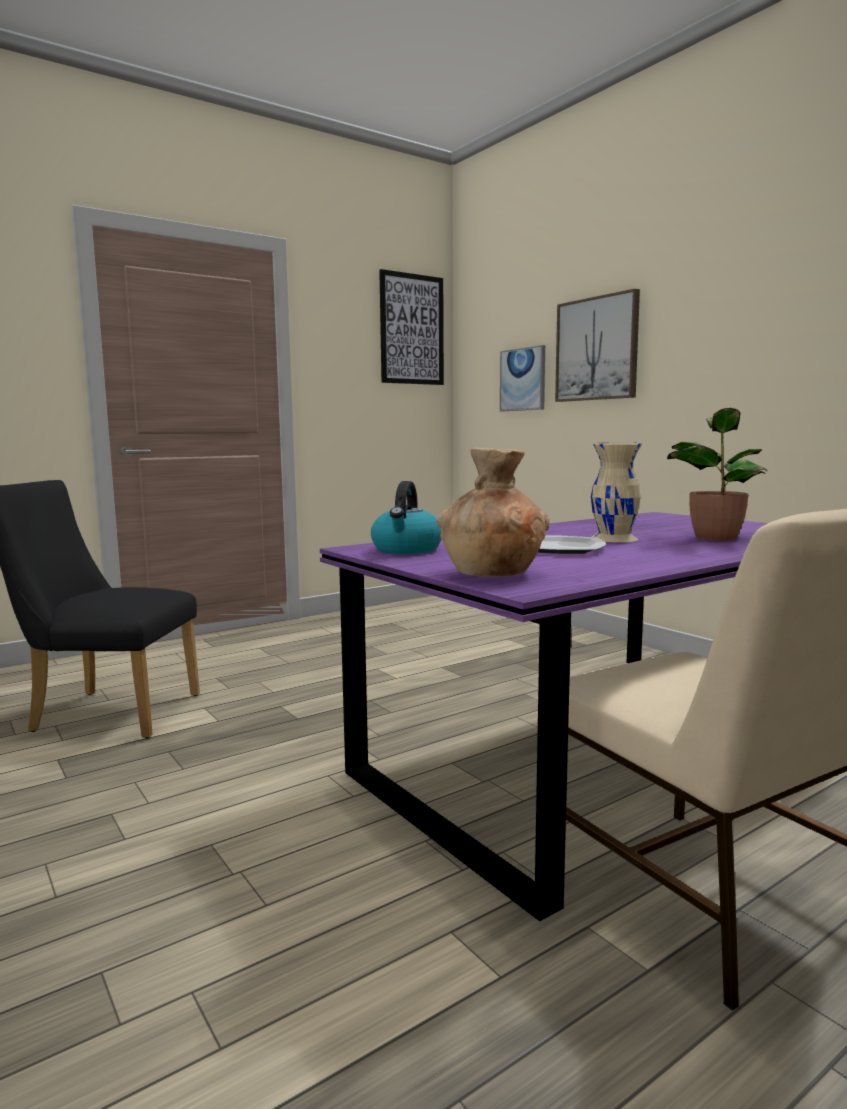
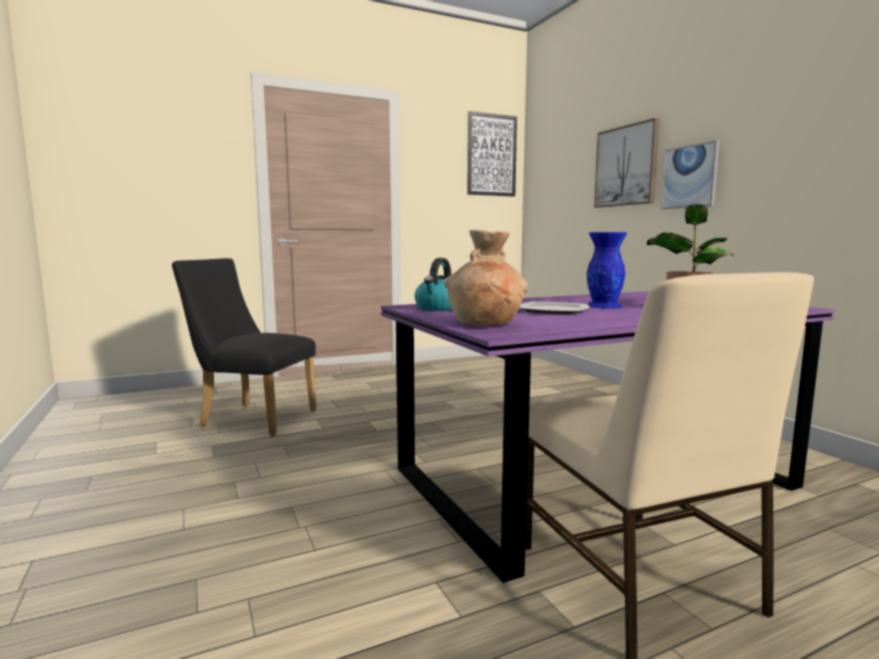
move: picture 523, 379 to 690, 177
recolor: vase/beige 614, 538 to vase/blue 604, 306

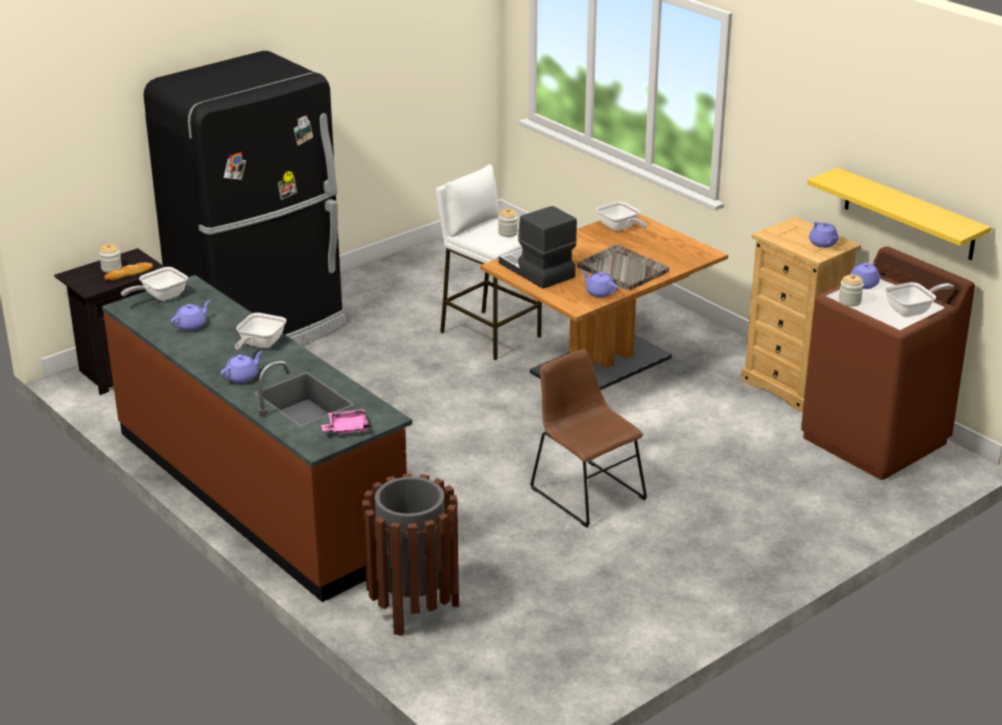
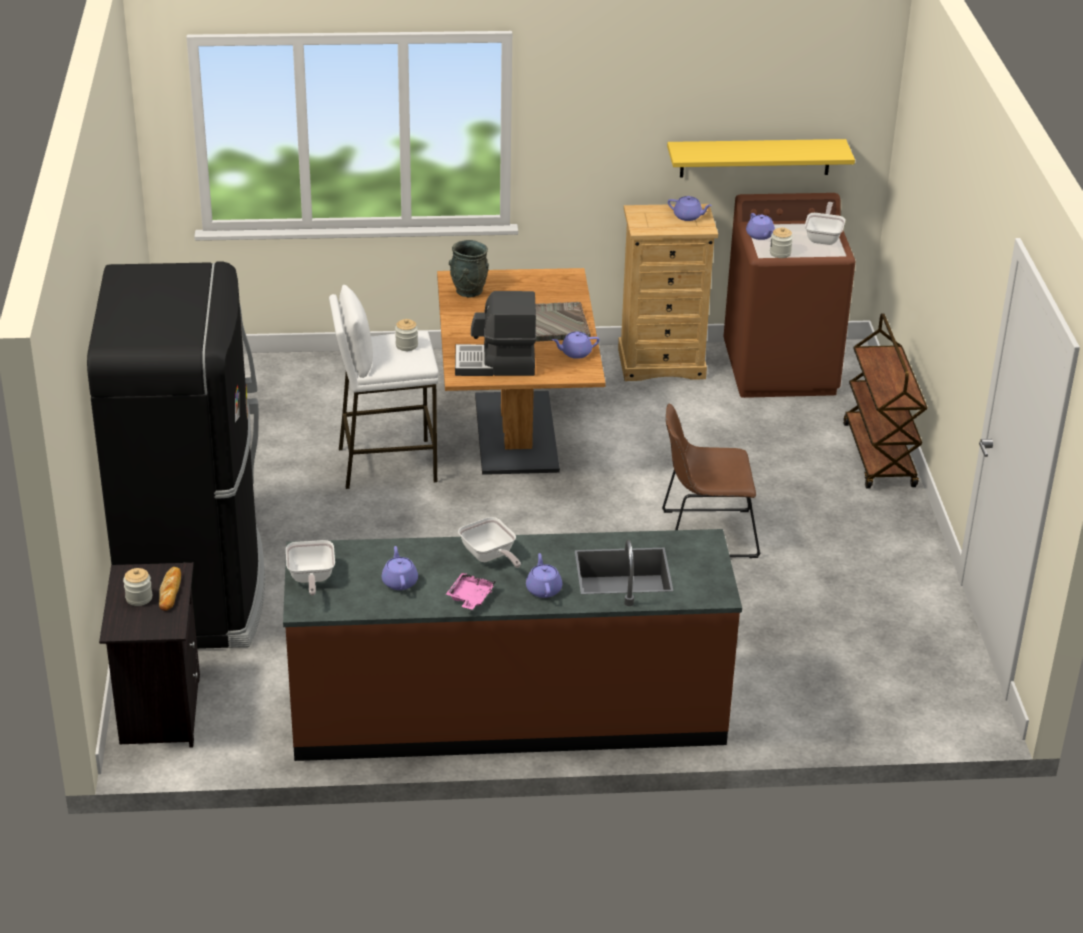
delete: trash can/brown 412, 607
insert: cart/brown 879, 456
move: tray/pink 347, 428 to 470, 597
replace: frying pan 620, 228 to vase/grey 468, 291

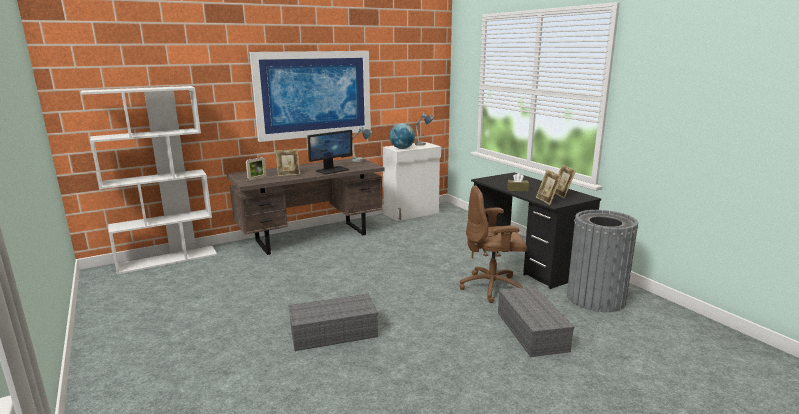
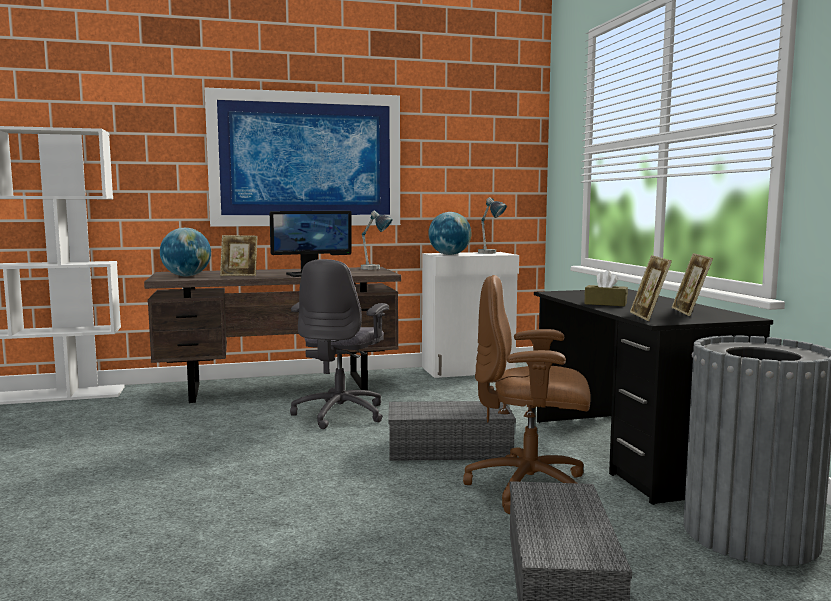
insert: office chair/grey 341, 414
move: storage box/grey 335, 332 to 451, 448
replace: picture frame 257, 178 to globe 186, 276

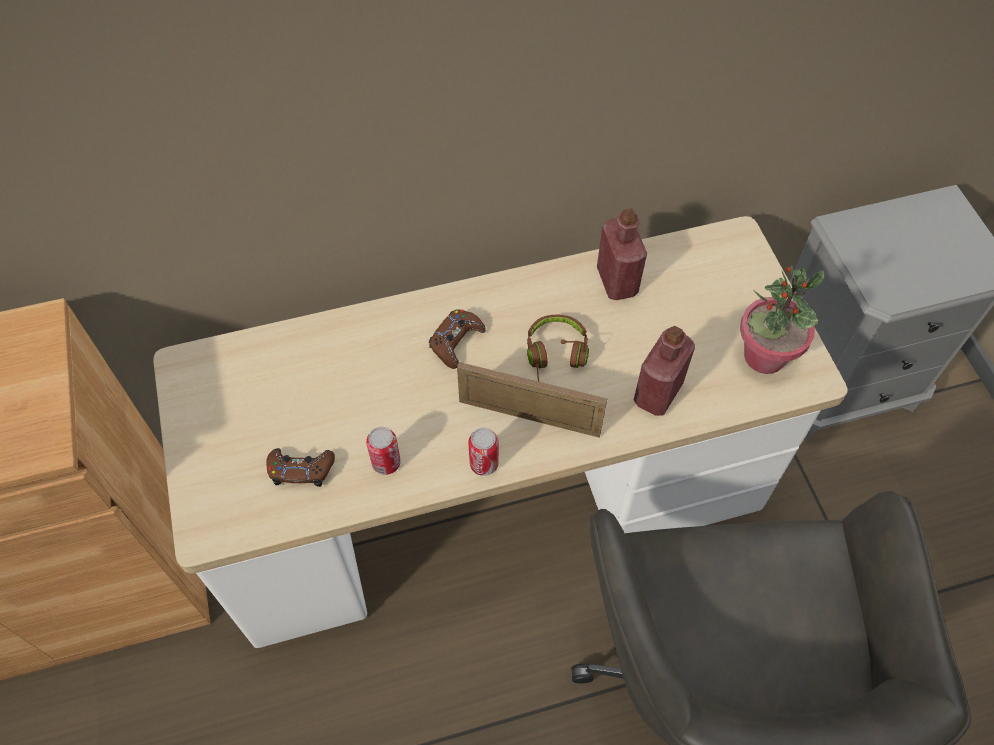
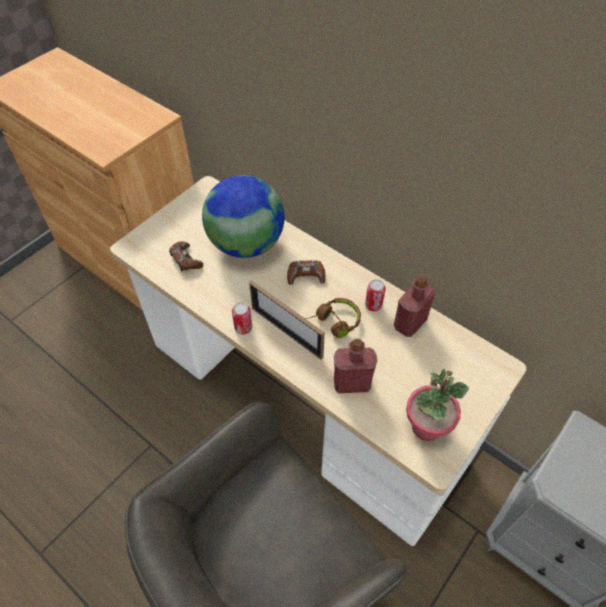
insert: globe 246, 244
move: can 386, 463 to 373, 305
rotate: picture frame 529, 417 = 286, 332 150 degrees clockwise

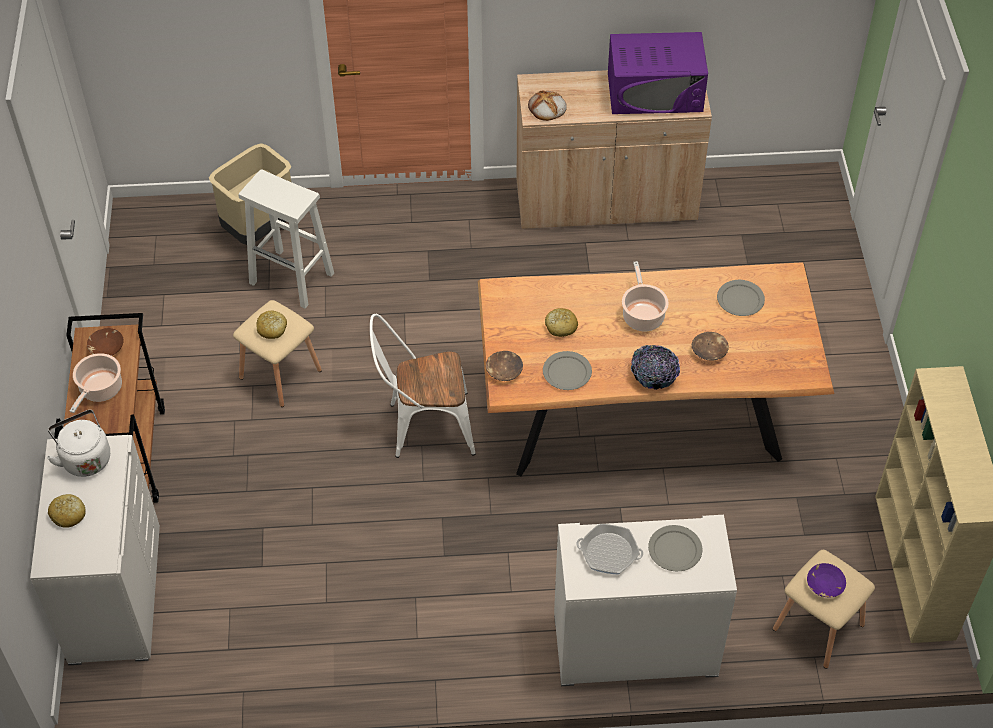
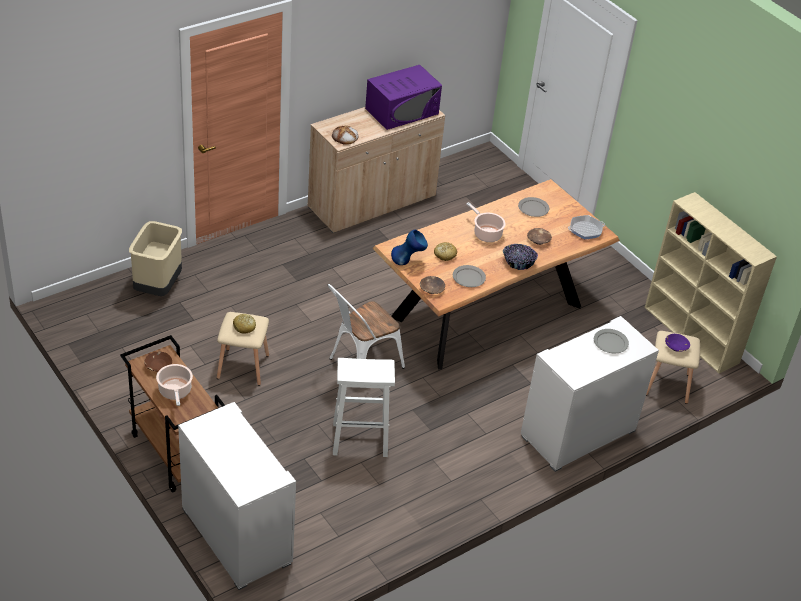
delete: kettle/white 85, 458; bread 68, 515
insert: vase/blue 408, 262
move: stool/white 293, 279 to 361, 439; frying pan 609, 553 to 585, 230

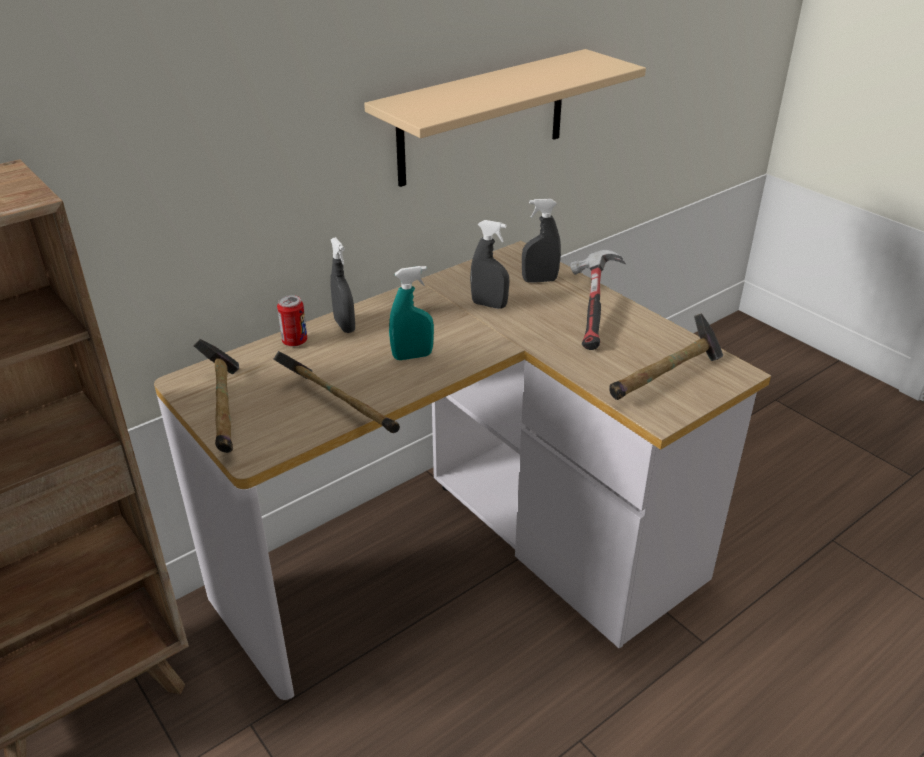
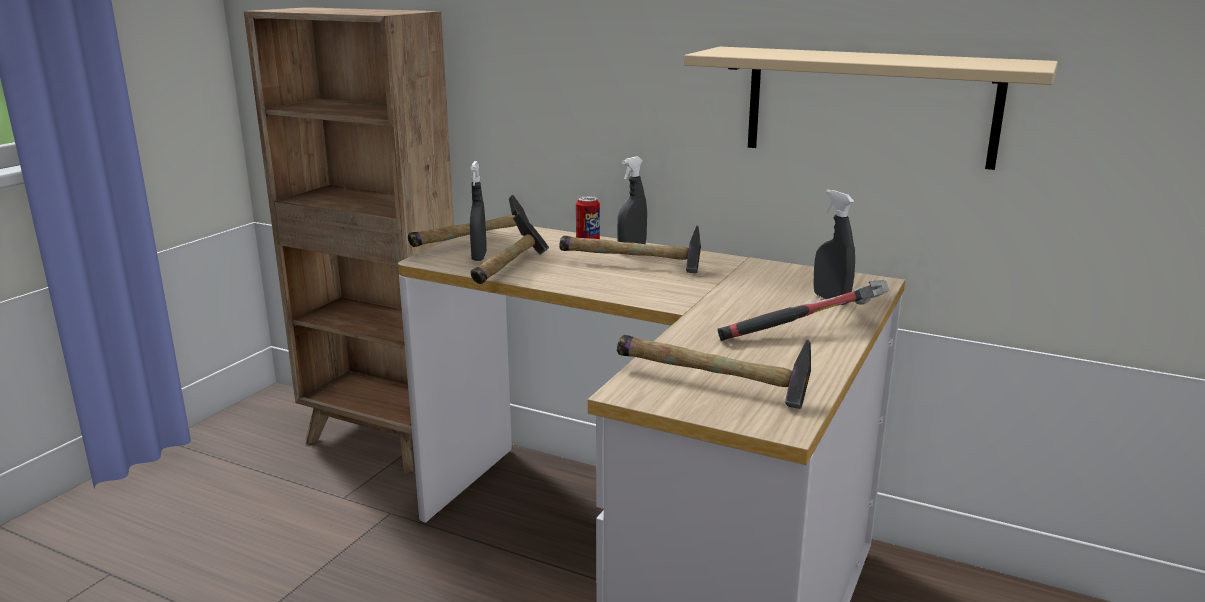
delete: spray bottle/turquoise 412, 356
insert: hammer 633, 265
move: spray bottle/grey 489, 305 to 479, 257

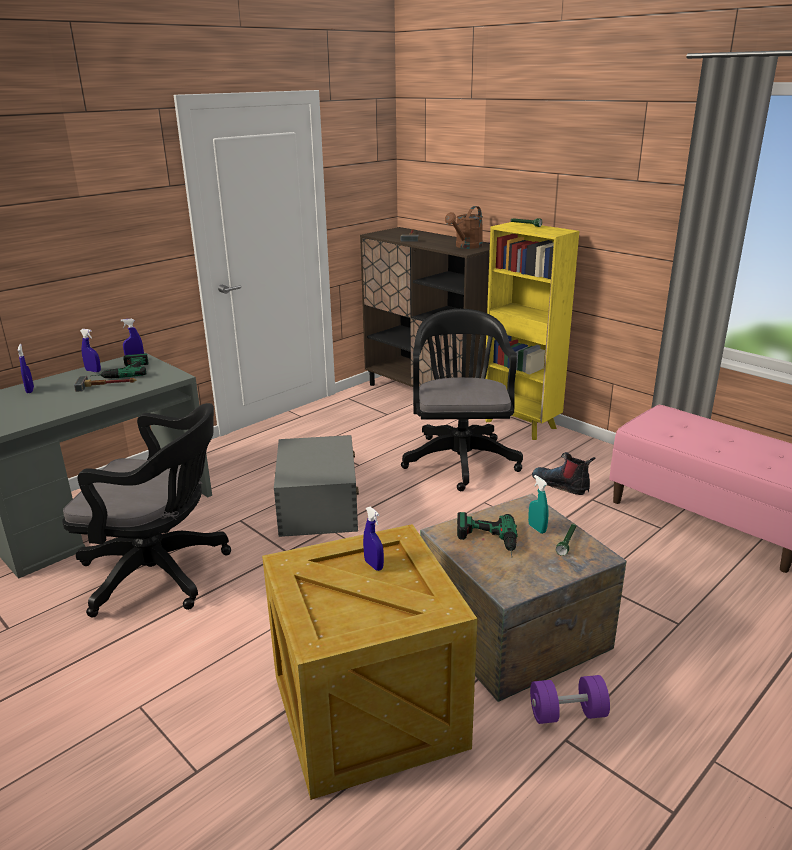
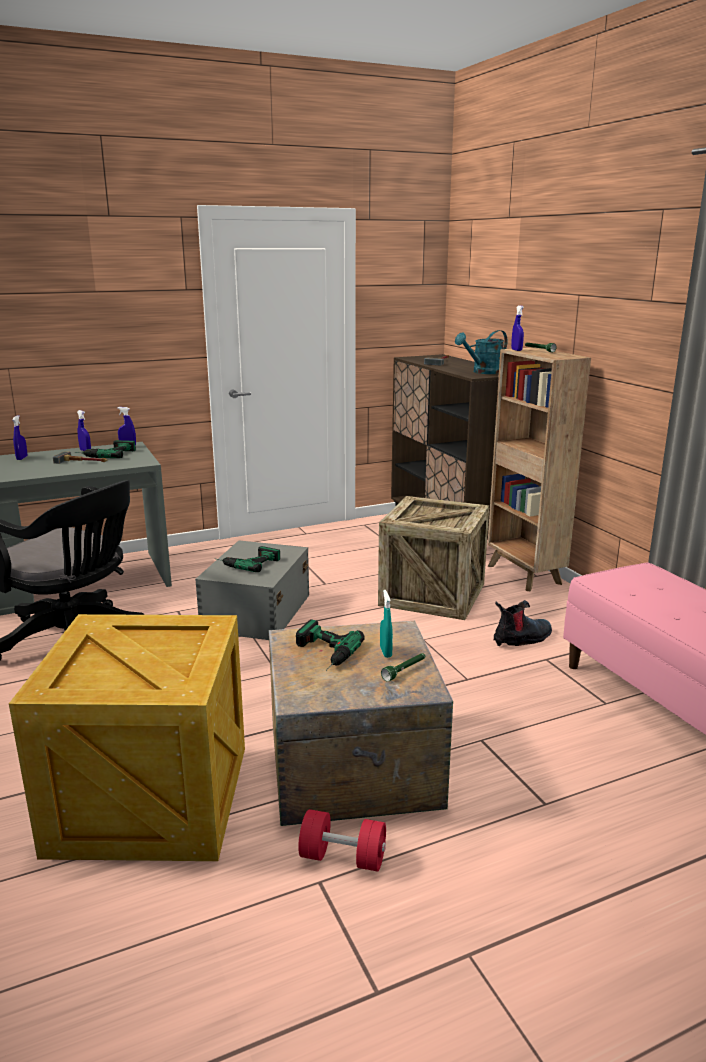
insert: power drill 246, 562
move: spray bottle/blue 373, 565 to 516, 350
replace: office chair/black 460, 458 to crate 432, 594
recolor: watering can/brown 466, 246 to watering can/turquoise 483, 372; bookcase/yellow 521, 425 to bookcase/brown 524, 575; dumbbell/purple 567, 713 to dumbbell/red 342, 857
rotate: boot 561, 485 = 522, 639 90 degrees clockwise

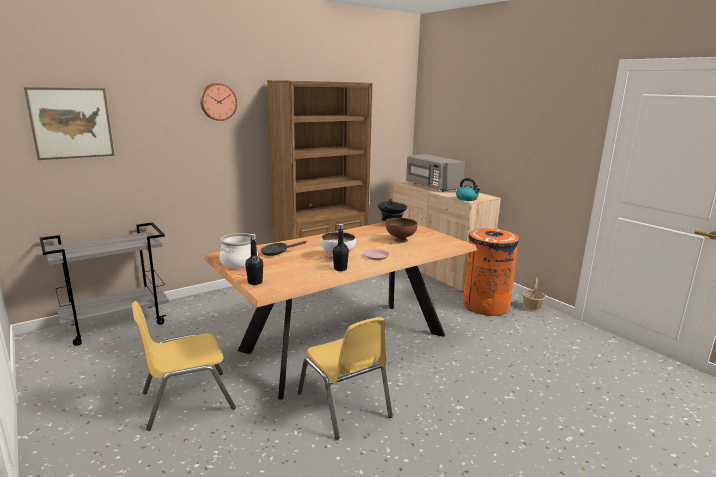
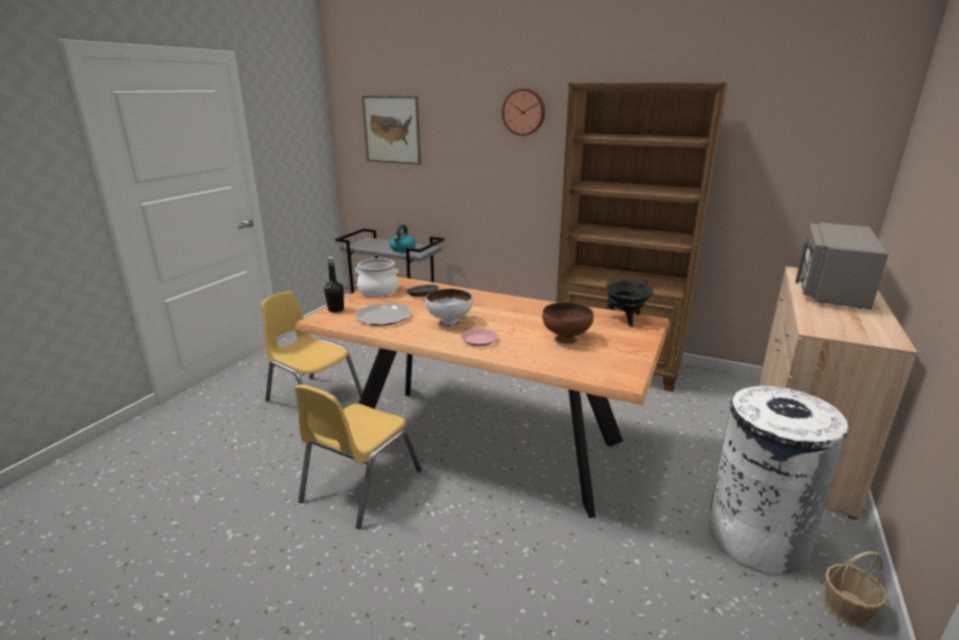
delete: bottle/black 340, 269
insert: plate 383, 317
move: kettle 467, 199 to 402, 249
recolor: trash can/orange 485, 305 to trash can/white 756, 537

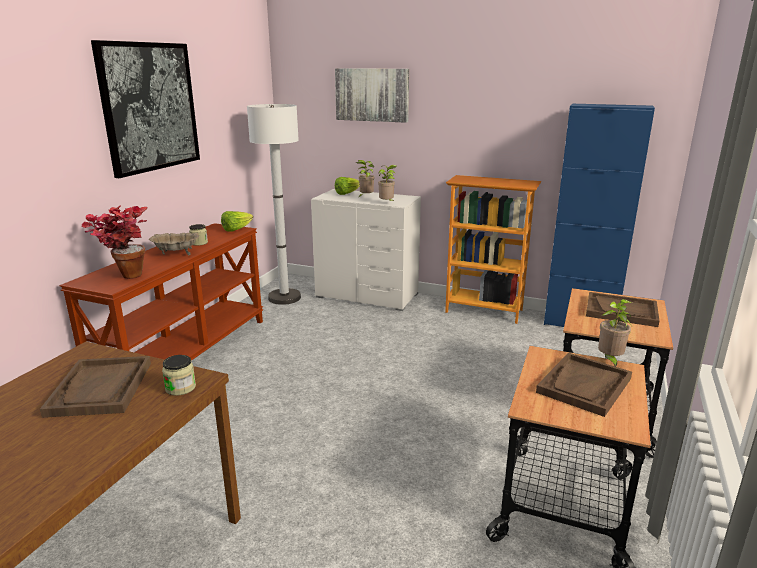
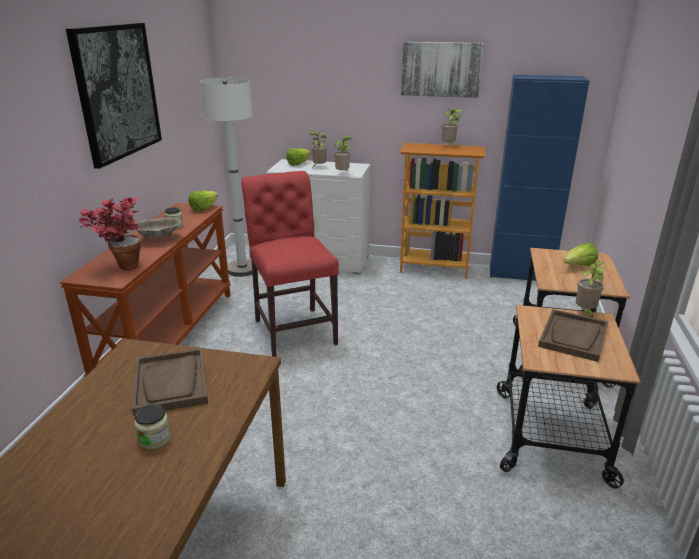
insert: potted plant 449, 146; chair/red 294, 329
move: picture 372, 95 to 441, 69; jar 180, 388 to 154, 439
replace: tray/brown 621, 311 to lettuce 578, 266

